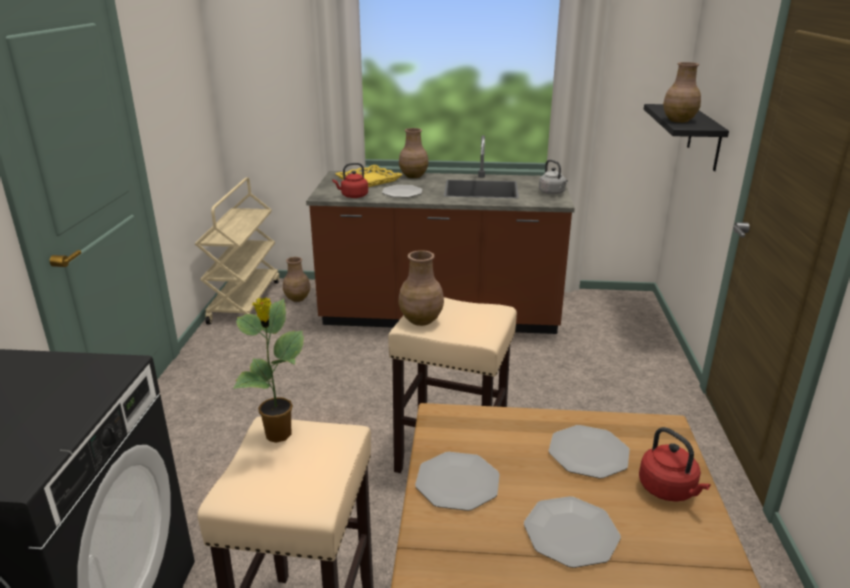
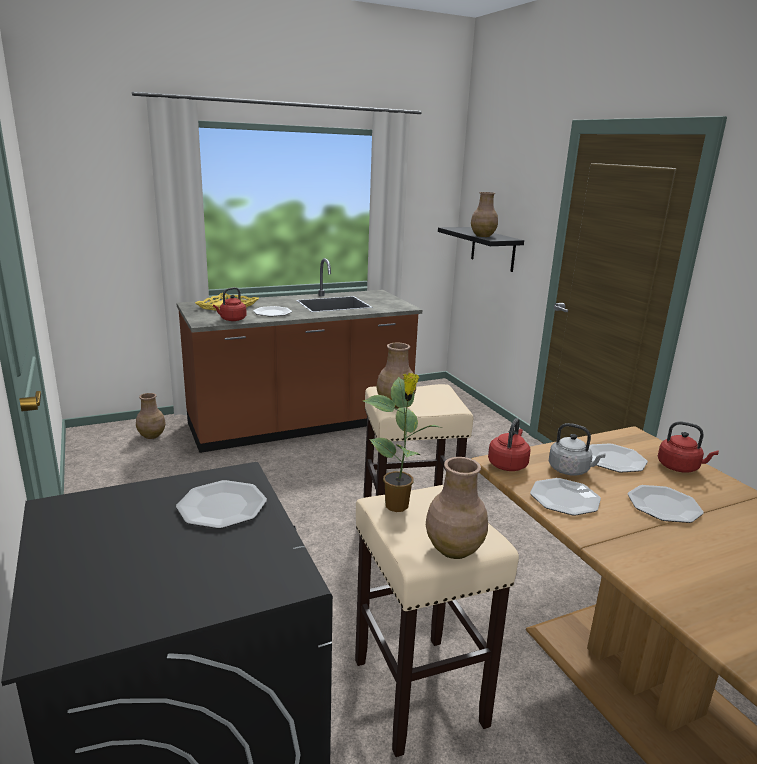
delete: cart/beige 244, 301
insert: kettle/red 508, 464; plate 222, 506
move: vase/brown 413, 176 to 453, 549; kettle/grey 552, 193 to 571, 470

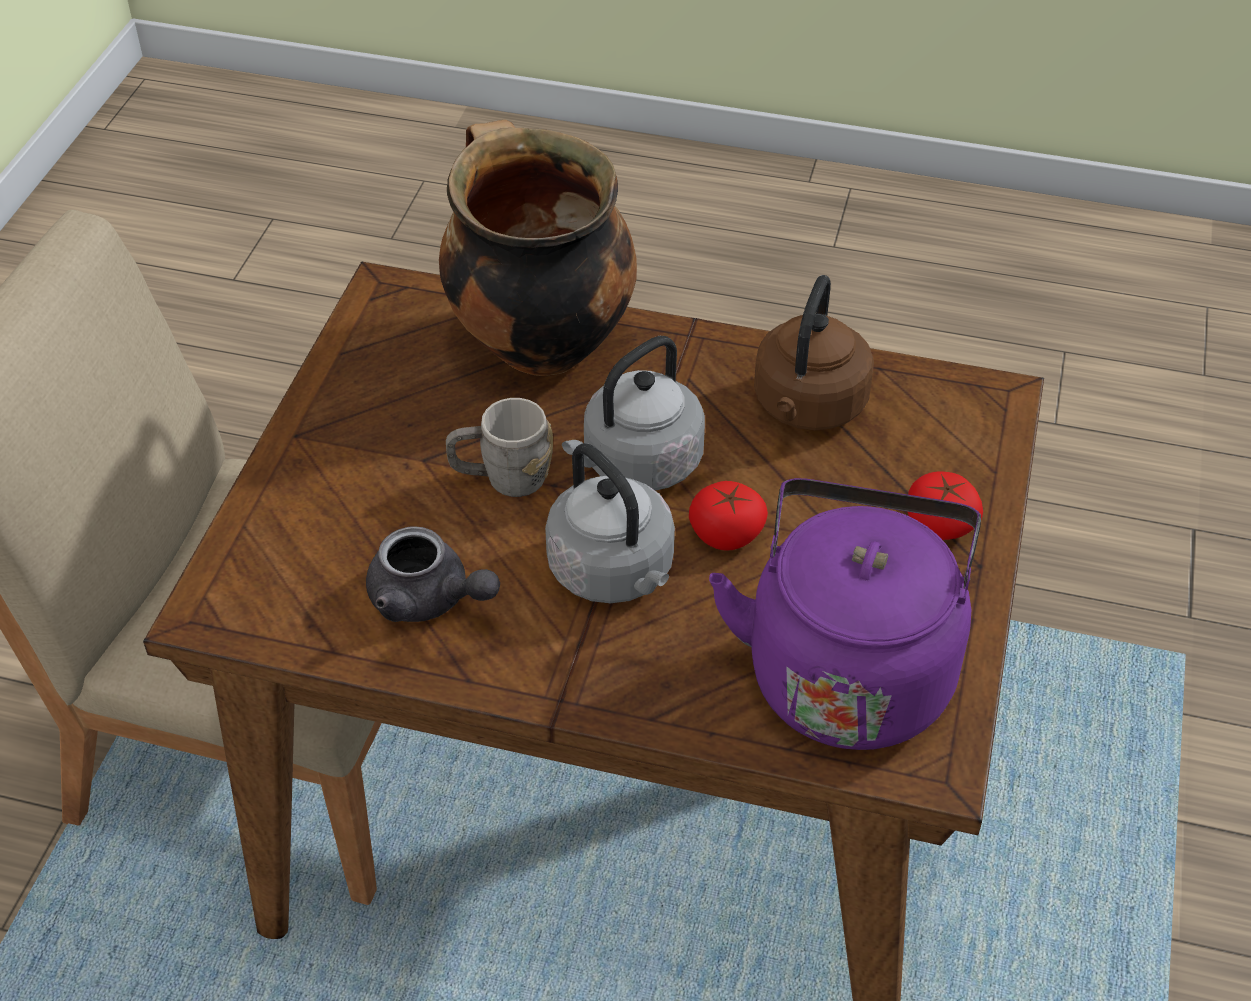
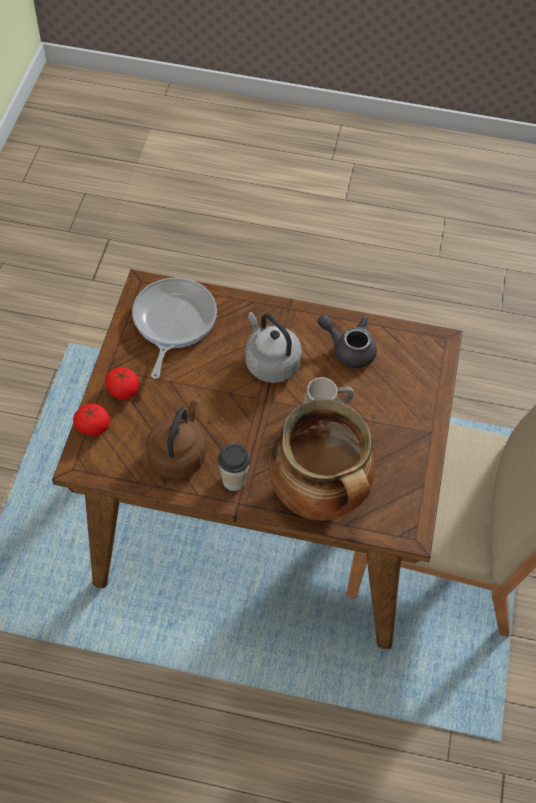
delete: kettle/grey 637, 465
insert: cup 234, 480
move: tomato 726, 533 to 93, 426
replace: kettle/purple 849, 669 to frying pan 173, 322

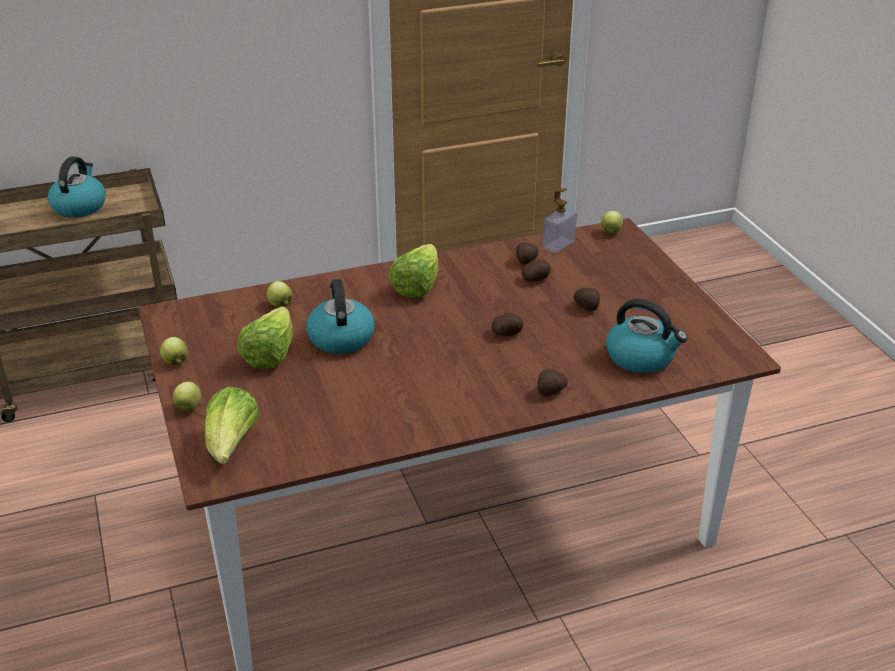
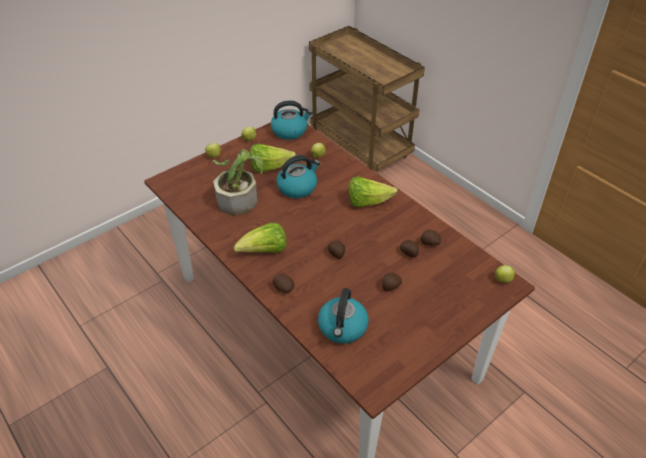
delete: soap dispenser 558, 245
insert: potted plant 240, 197
move: kettle 79, 206 to 290, 131; lettuce 232, 446 to 265, 251

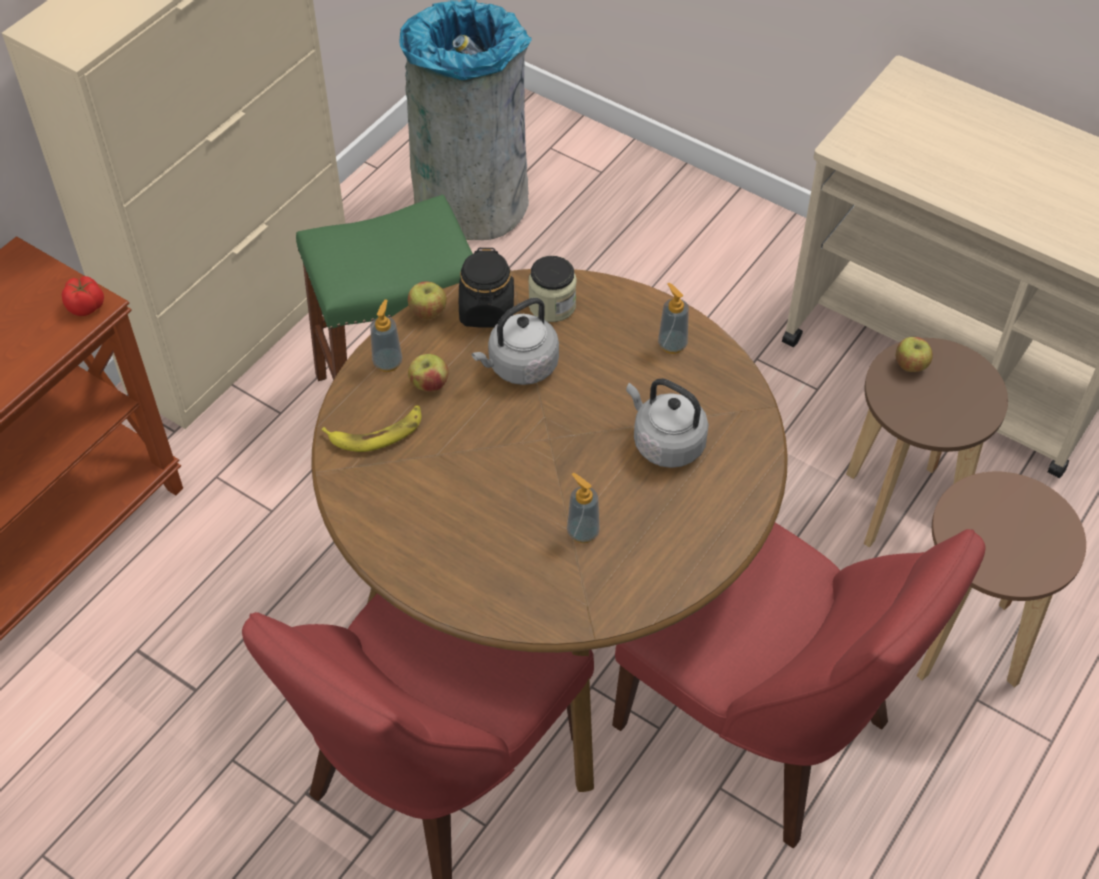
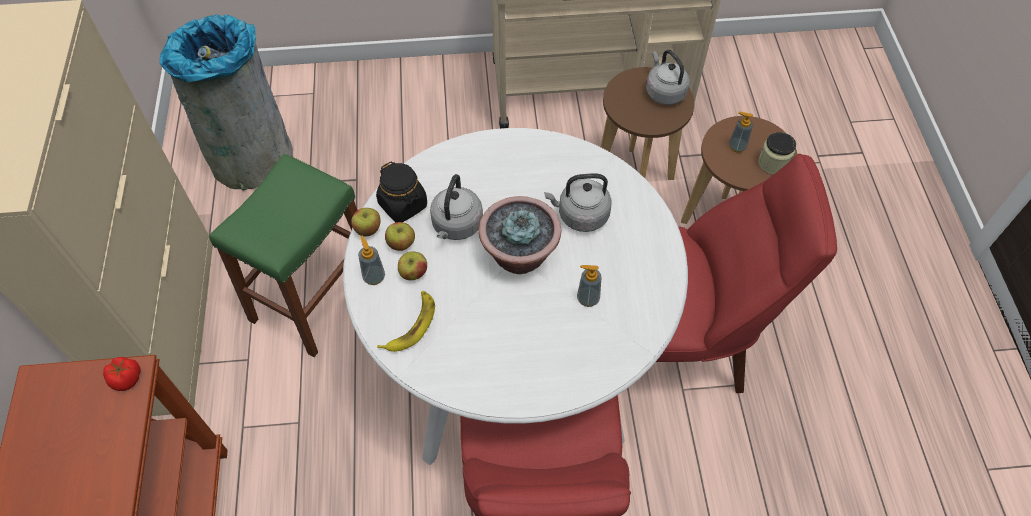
insert: kettle/grey 664, 92; potted plant 519, 255
move: jar 552, 305 to 773, 163; soap dispenser 672, 344 to 737, 146; apple 910, 365 to 401, 244
recolor: dining table/brown 549, 614 to dining table/white 515, 363

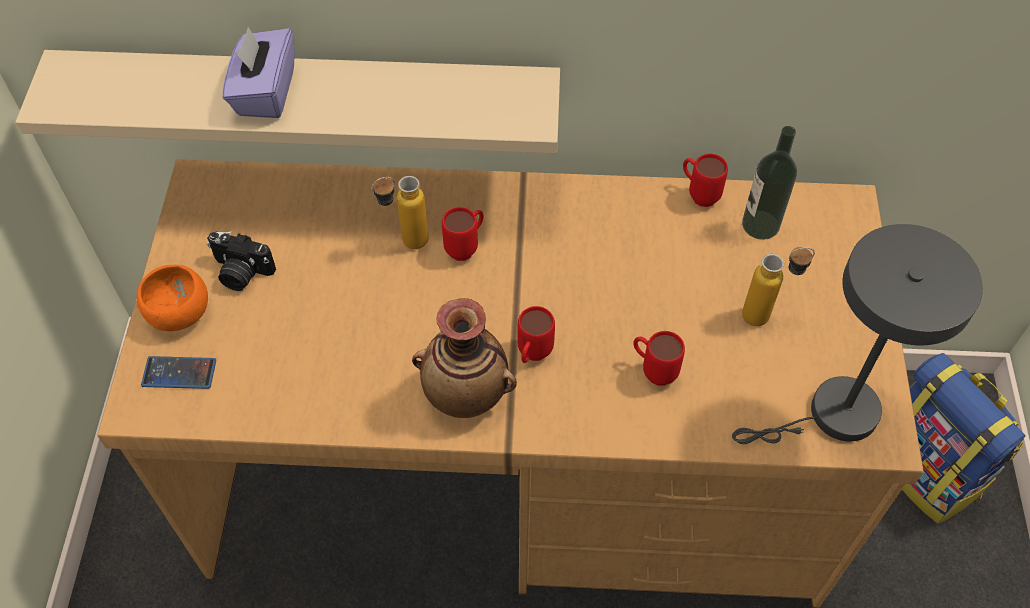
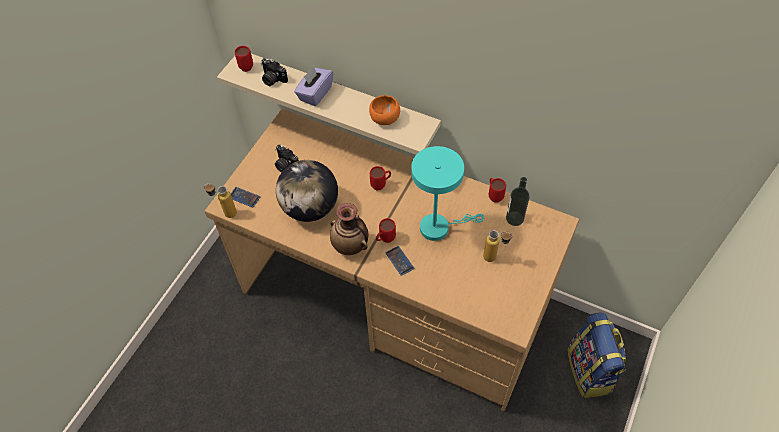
delete: table lamp/grey 832, 416
insert: photo camera 272, 79; table lamp/turquoise 439, 227; globe 310, 208; phone 399, 261
move: bottle 405, 243 to 225, 213; bowl/orange 177, 312 to 384, 118; mug/red 653, 370 to 245, 66

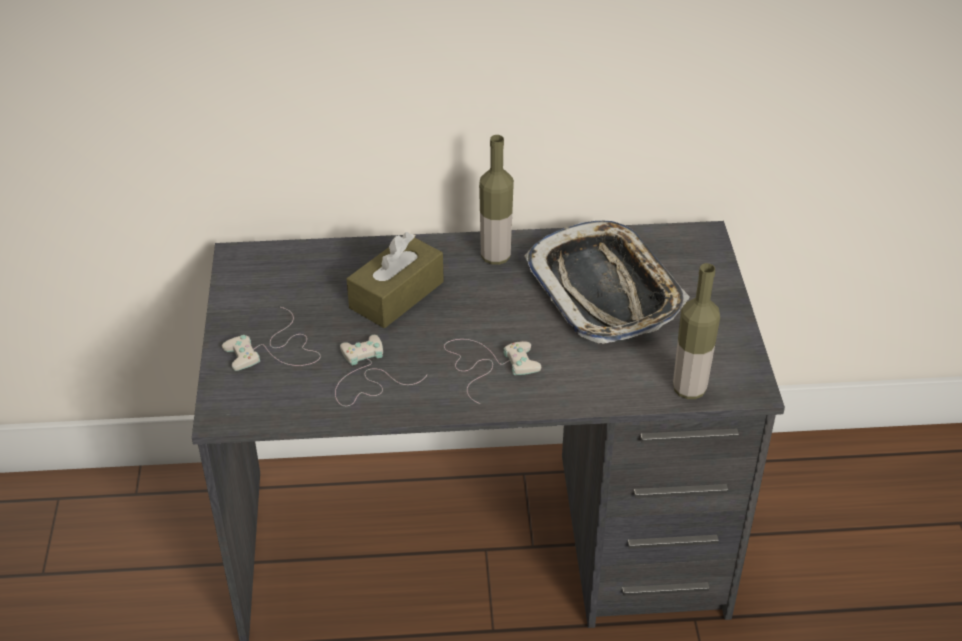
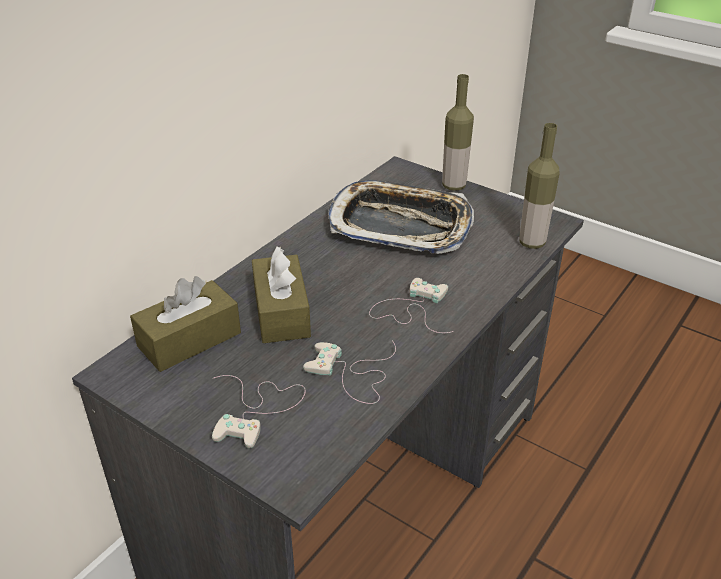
insert: tissue box/brown 189, 340
move: bottle 495, 257 to 454, 186

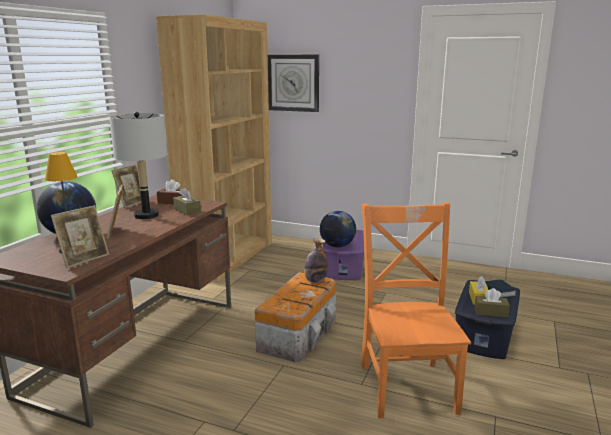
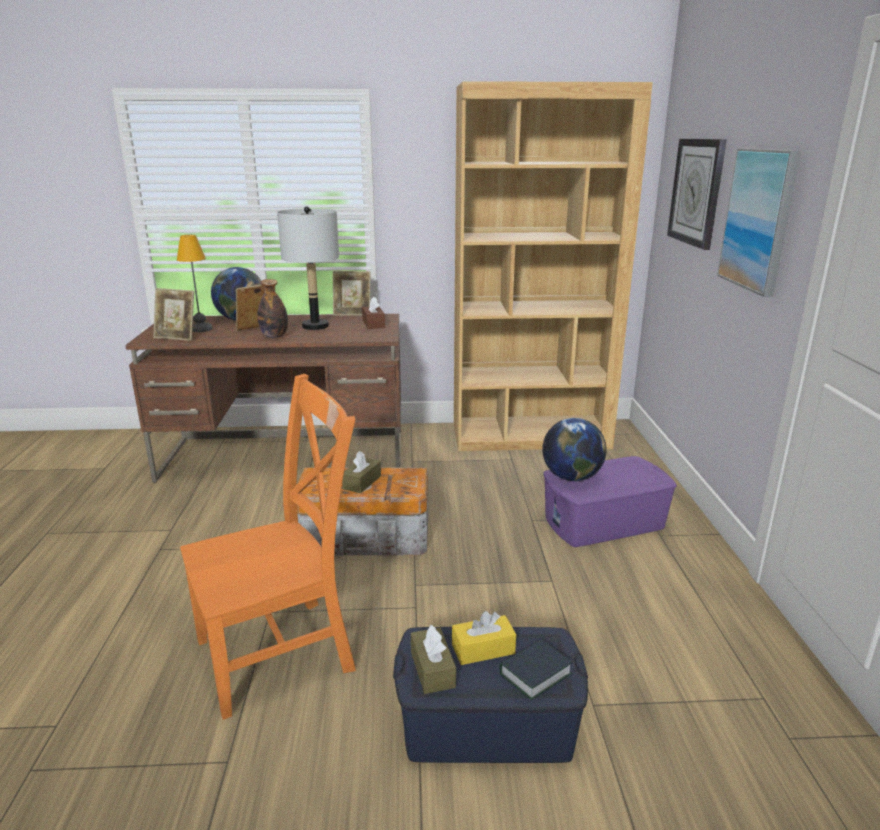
insert: picture 758, 220
move: tissue box/brown 187, 211 to 362, 482; bottle 315, 281 to 274, 336

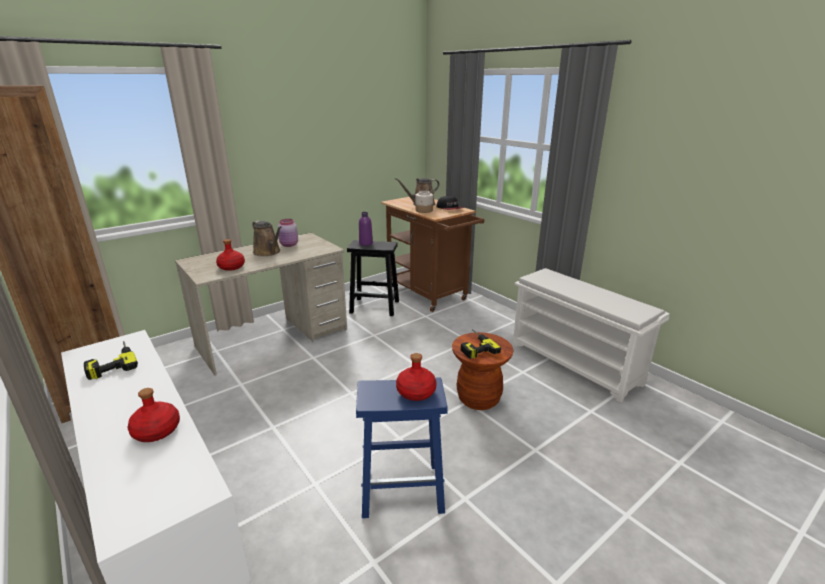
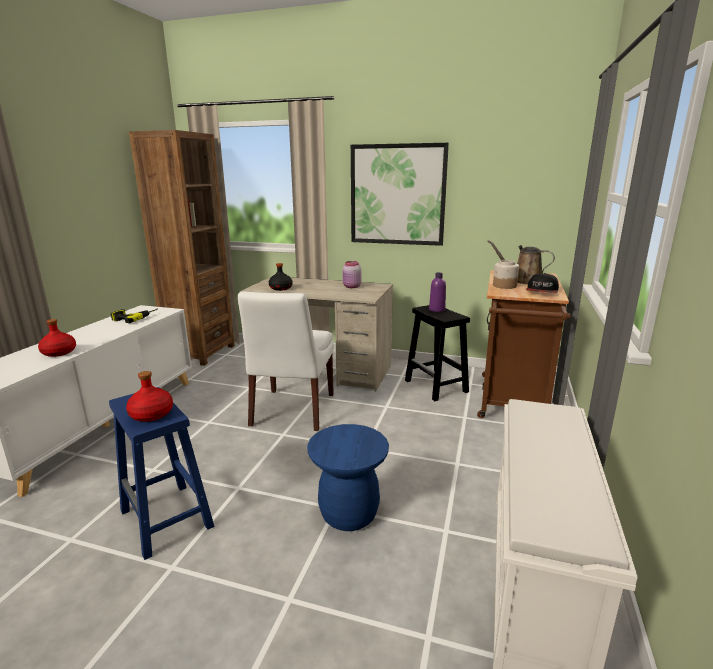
delete: watering can/brown 268, 252; power drill 474, 346
insert: picture 397, 195; chair/white 292, 411
recolor: bottle/red 232, 267 to bottle/black 281, 288; stool/brown 478, 398 to stool/blue 349, 514

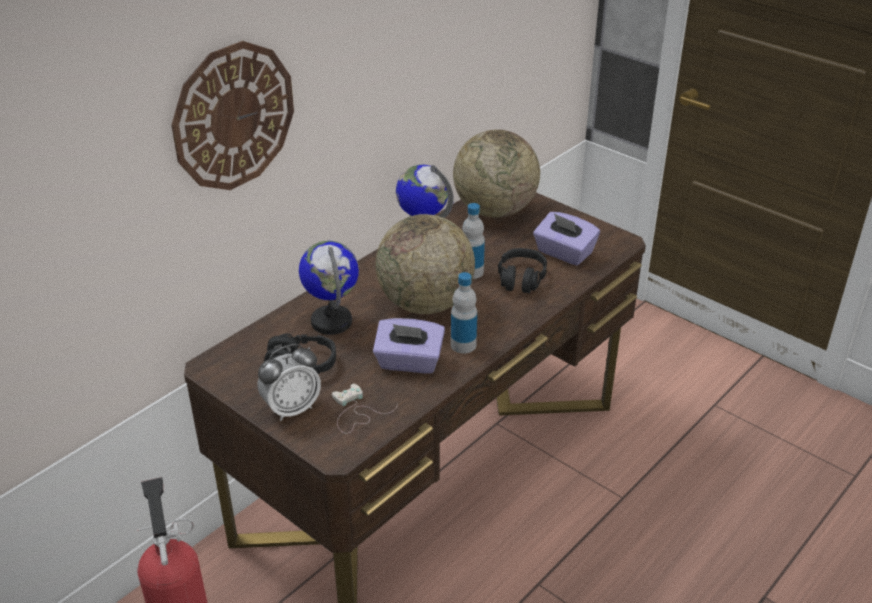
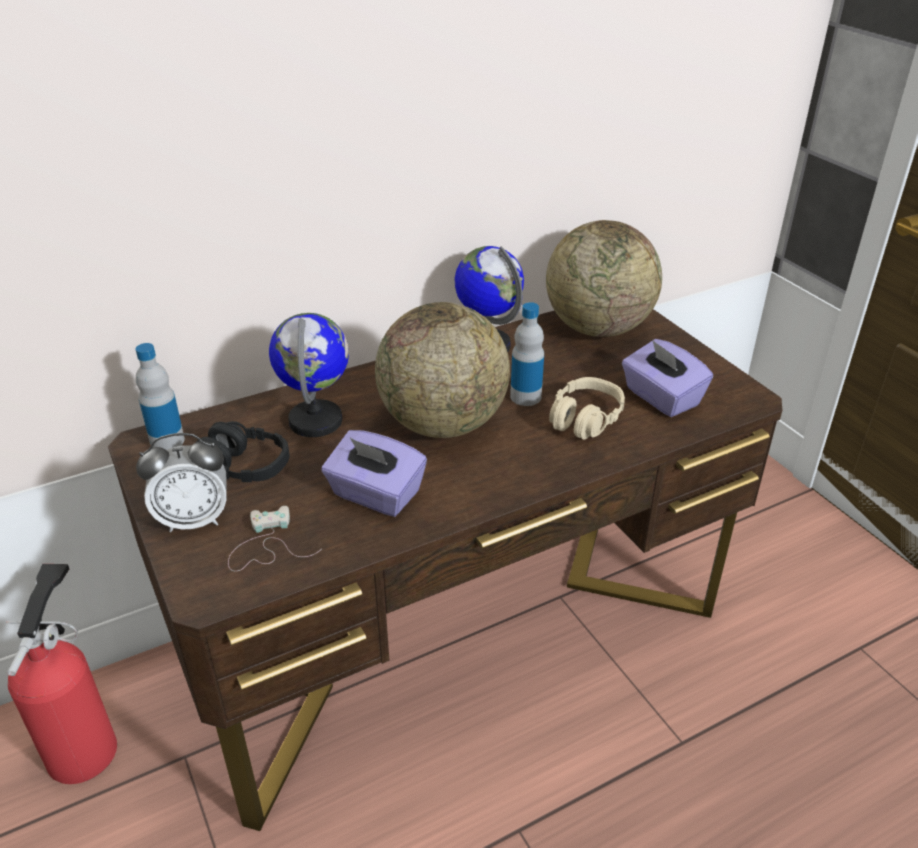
delete: wall clock 233, 116
move: bottle 463, 345 to 167, 441
recolor: headphones/black 521, 279 to headphones/beige 585, 419

